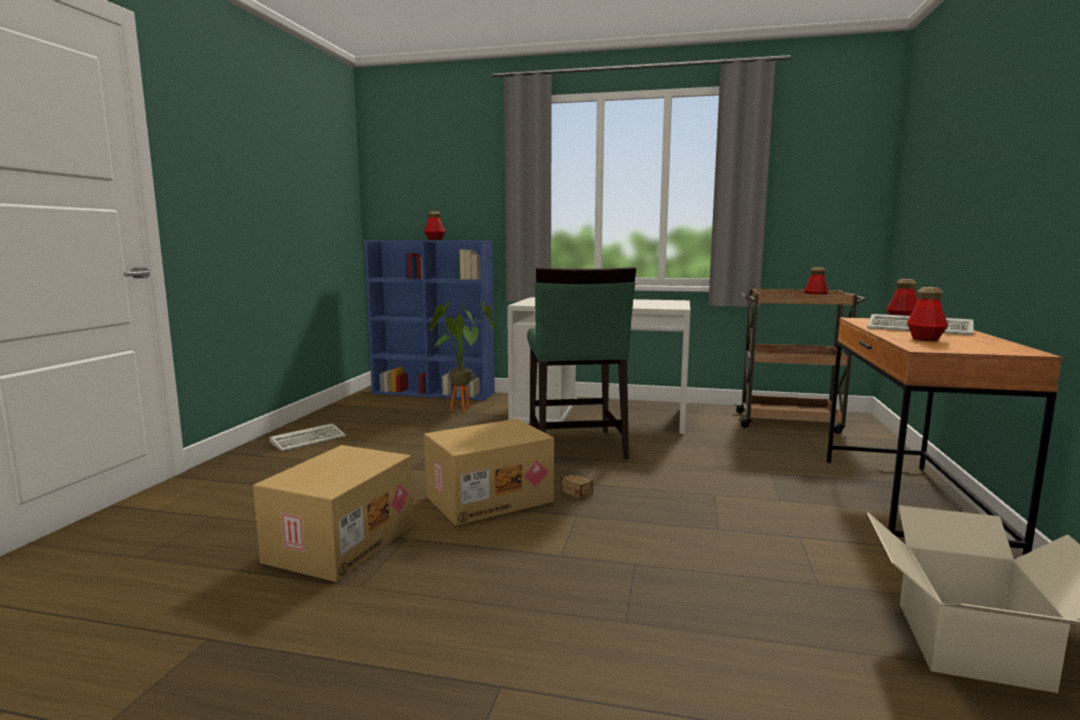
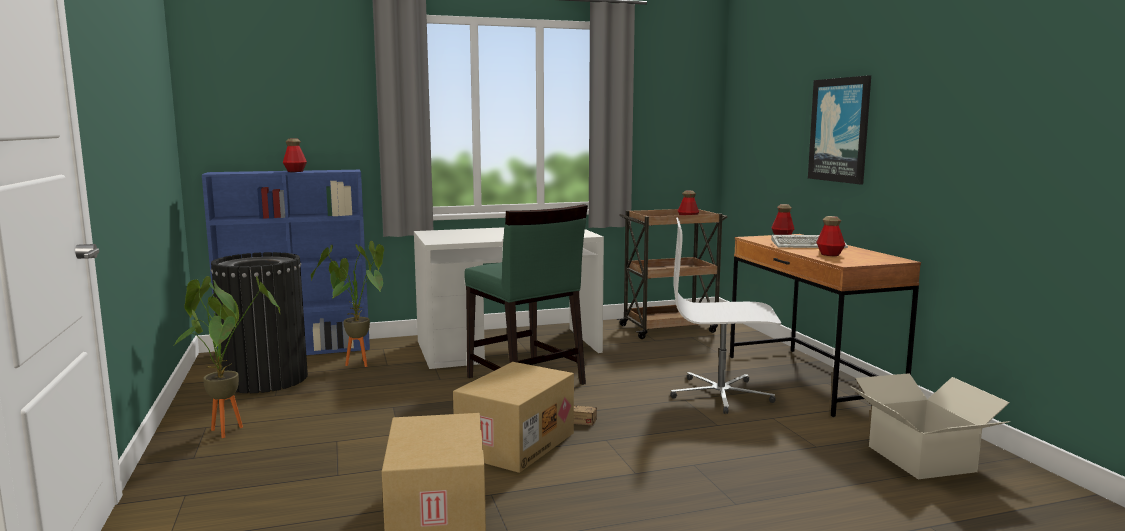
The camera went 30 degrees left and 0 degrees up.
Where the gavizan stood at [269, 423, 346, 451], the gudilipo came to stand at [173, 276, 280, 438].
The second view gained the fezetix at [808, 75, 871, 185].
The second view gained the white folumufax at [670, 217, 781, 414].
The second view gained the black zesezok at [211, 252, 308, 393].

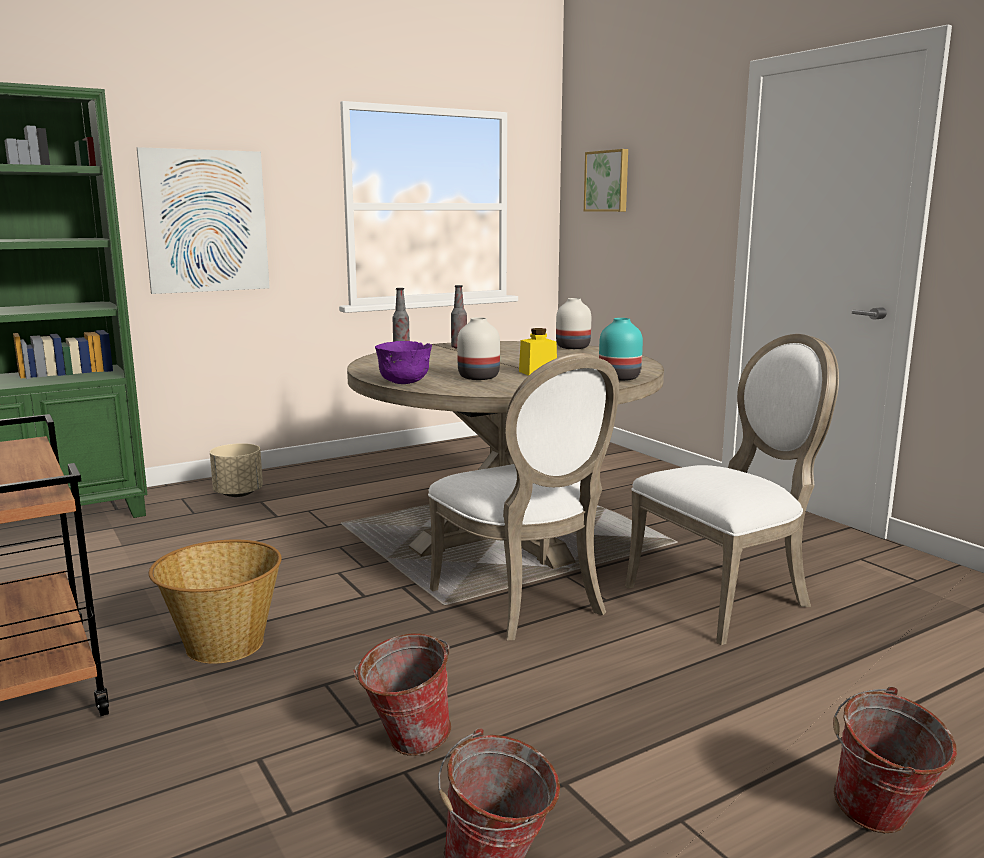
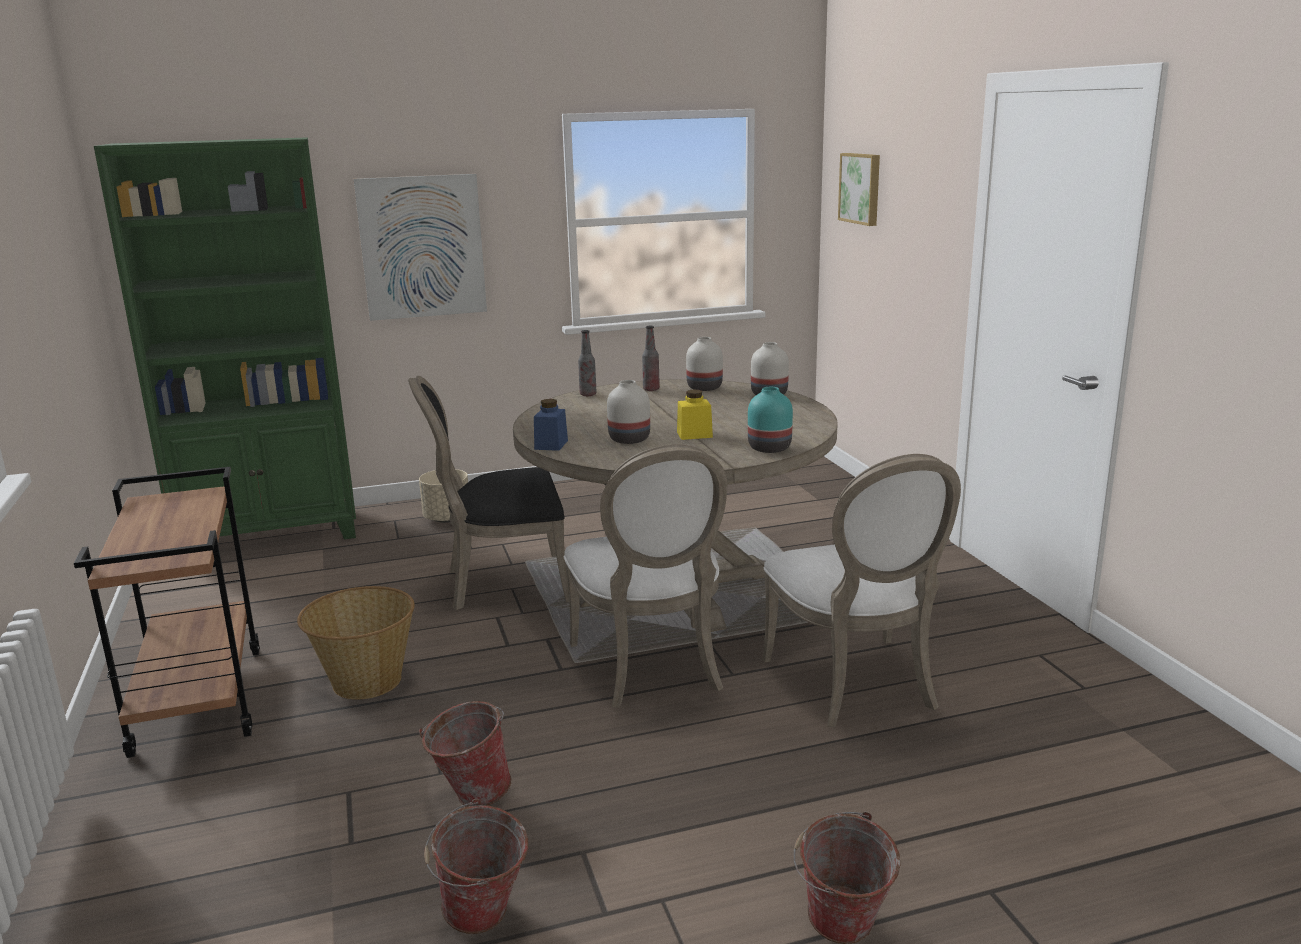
The camera went 15 degrees right and 5 degrees up.
The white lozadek at [625, 334, 839, 645] ended up facing another way, 90 degrees clockwise from before.
Where the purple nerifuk stood at [375, 341, 432, 384], the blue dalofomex came to stand at [534, 399, 568, 451].
The second view gained the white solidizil at [686, 337, 723, 391].
The second view gained the black lozadek at [408, 376, 569, 610].

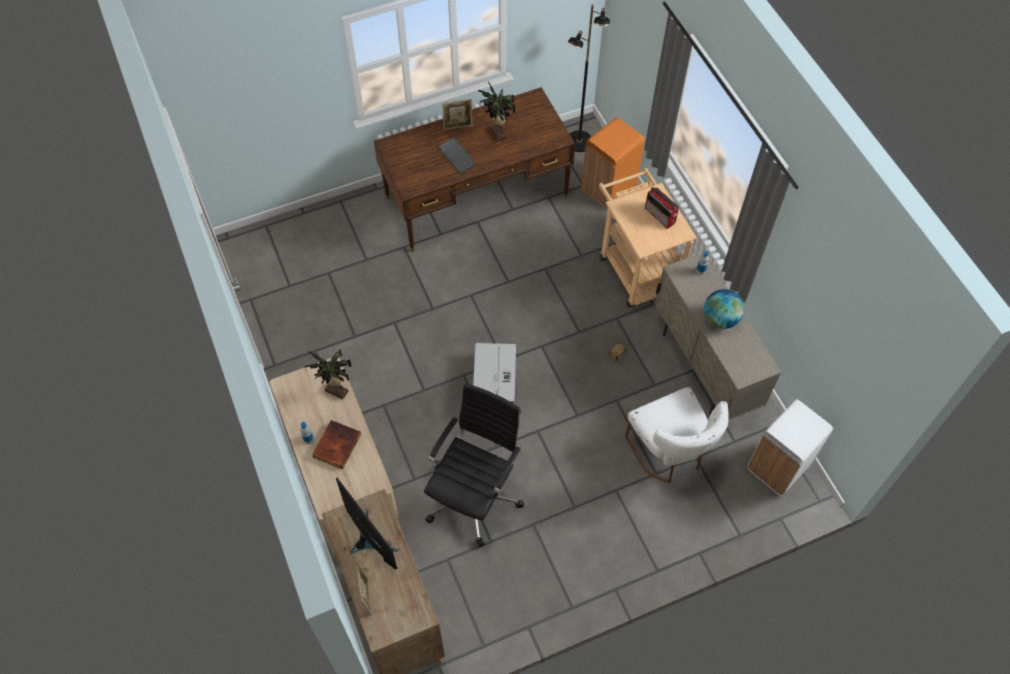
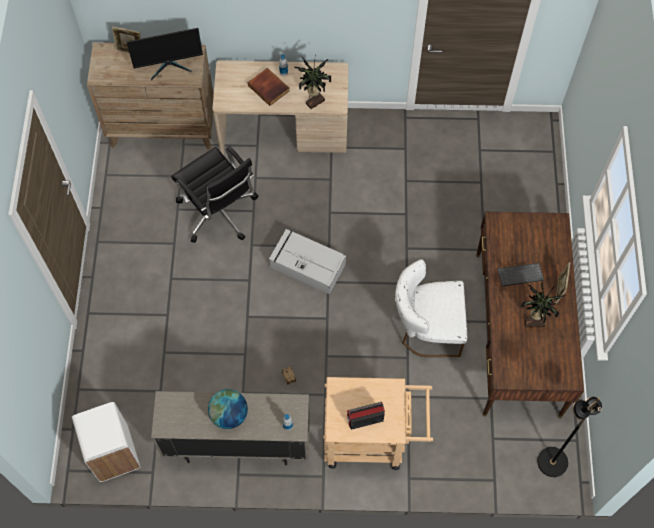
The camera went 115 degrees right and 5 degrees up.
The second view lost the orange zesezok at [581, 117, 645, 209].
The white lozadek ended up elsewhere, having gone from [625, 387, 729, 483] to [395, 259, 467, 357].

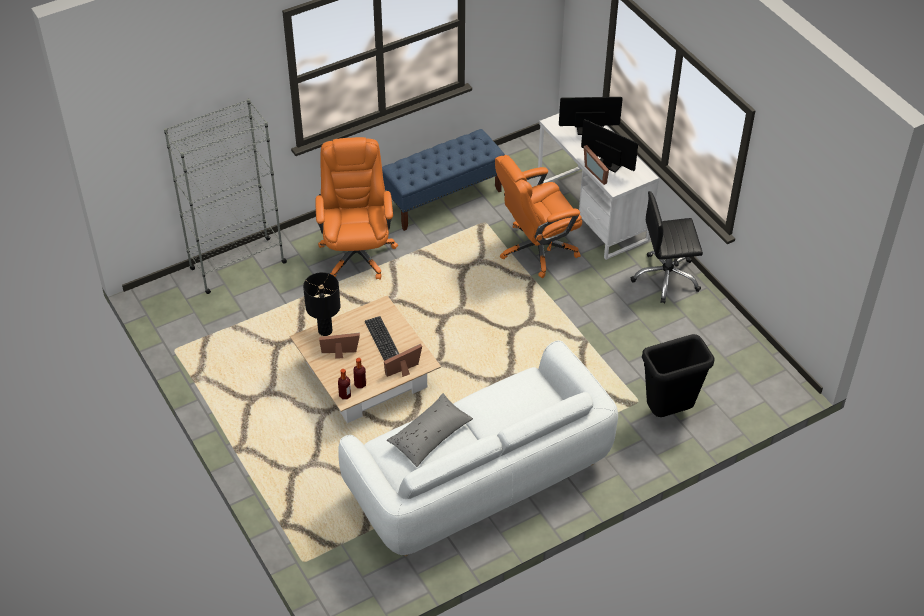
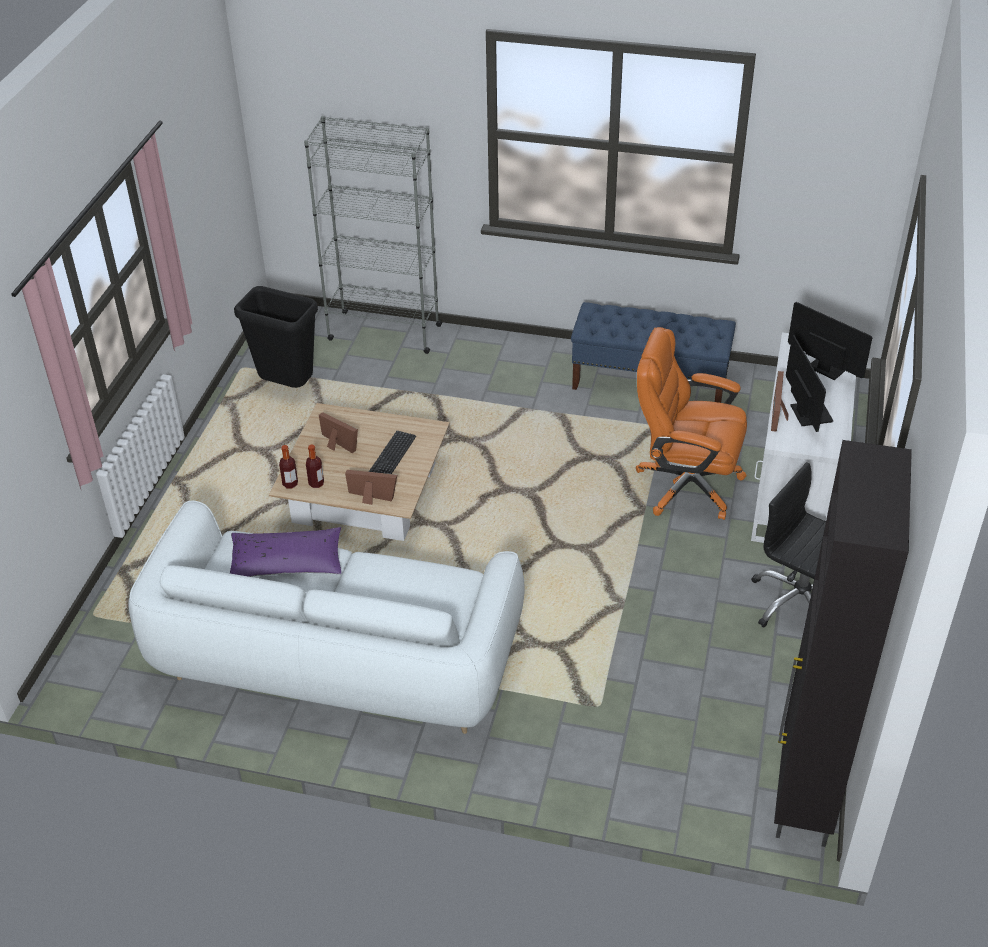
The camera went 45 degrees right and 5 degrees down.
The second view lost the orange folumufax at [315, 137, 398, 280].
The second view lost the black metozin at [303, 272, 341, 336].
The black zesezok ended up elsewhere, having gone from [642, 334, 715, 417] to [234, 286, 318, 388].
What was the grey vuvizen at [387, 393, 473, 467] turned into the purple vuvizen at [230, 527, 341, 577].
The second view gained the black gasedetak at [774, 440, 912, 847].

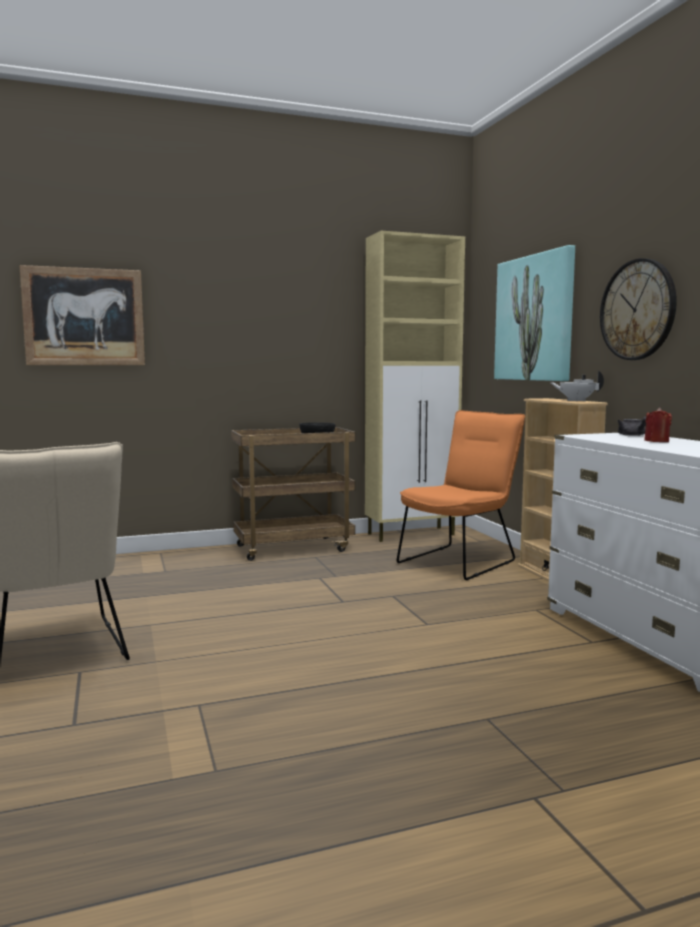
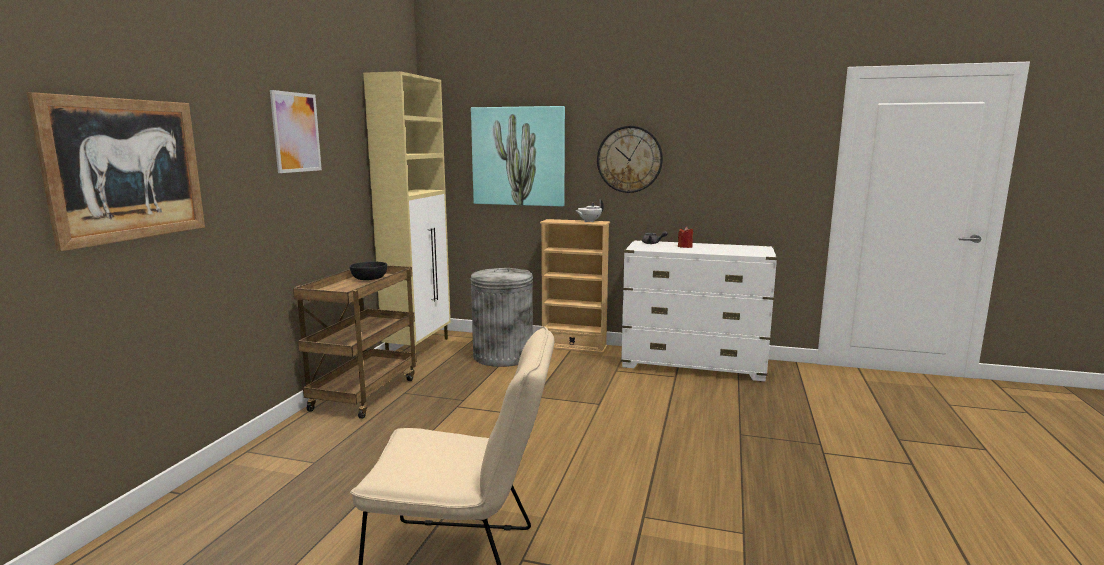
The camera went 55 degrees left and 5 degrees up.
Where the orange lozadek stood at [397, 410, 525, 580], the grey zesezok came to stand at [470, 268, 533, 367].
The second view gained the fezetix at [270, 90, 322, 173].

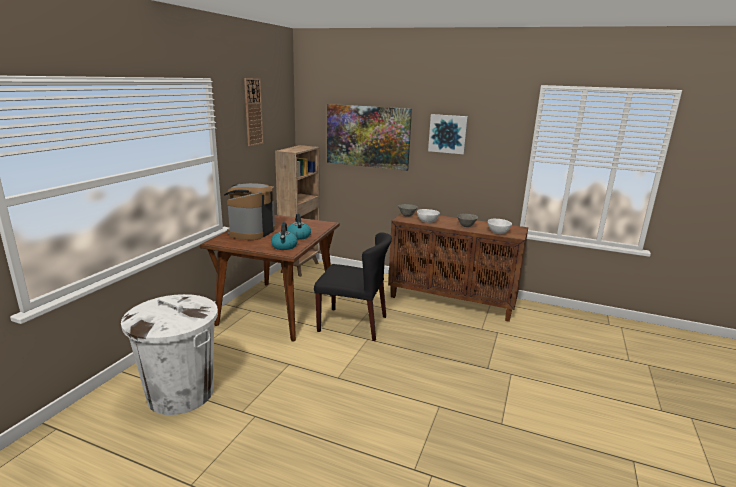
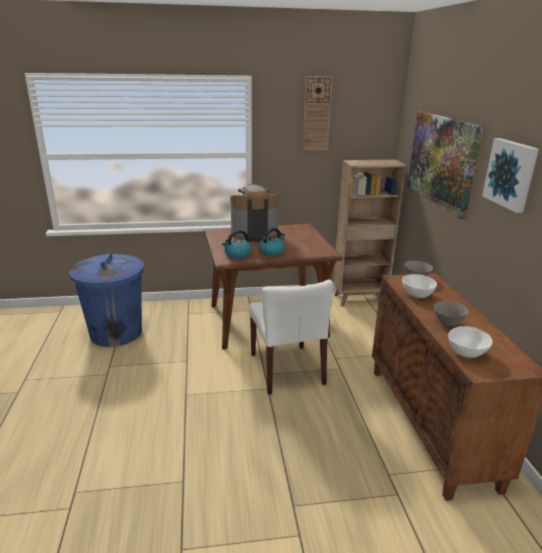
The camera went 60 degrees right and 5 degrees up.
What was the black lozadek at [314, 232, 392, 341] turned into the white lozadek at [249, 280, 333, 395].
What was the white zesezok at [121, 294, 218, 415] turned into the blue zesezok at [69, 254, 144, 347].

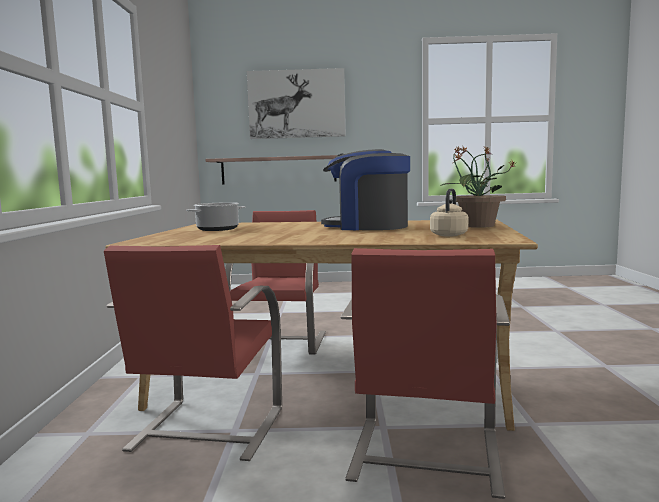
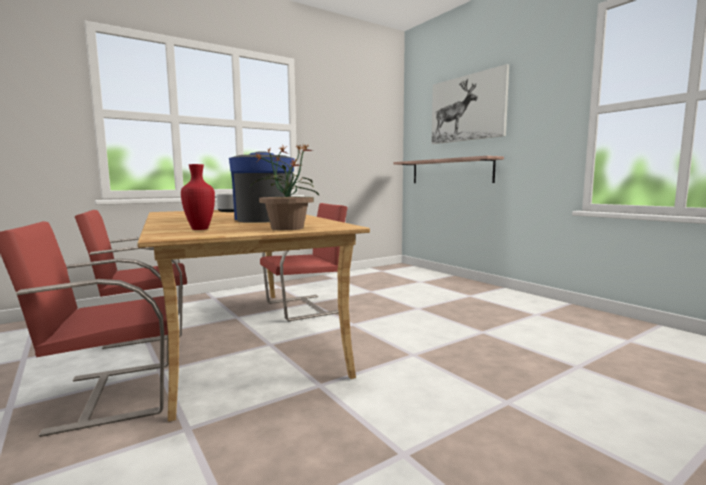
The camera went 55 degrees right and 0 degrees up.
Where the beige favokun stood at [430, 189, 468, 237], the red solidizil came to stand at [181, 164, 215, 230].

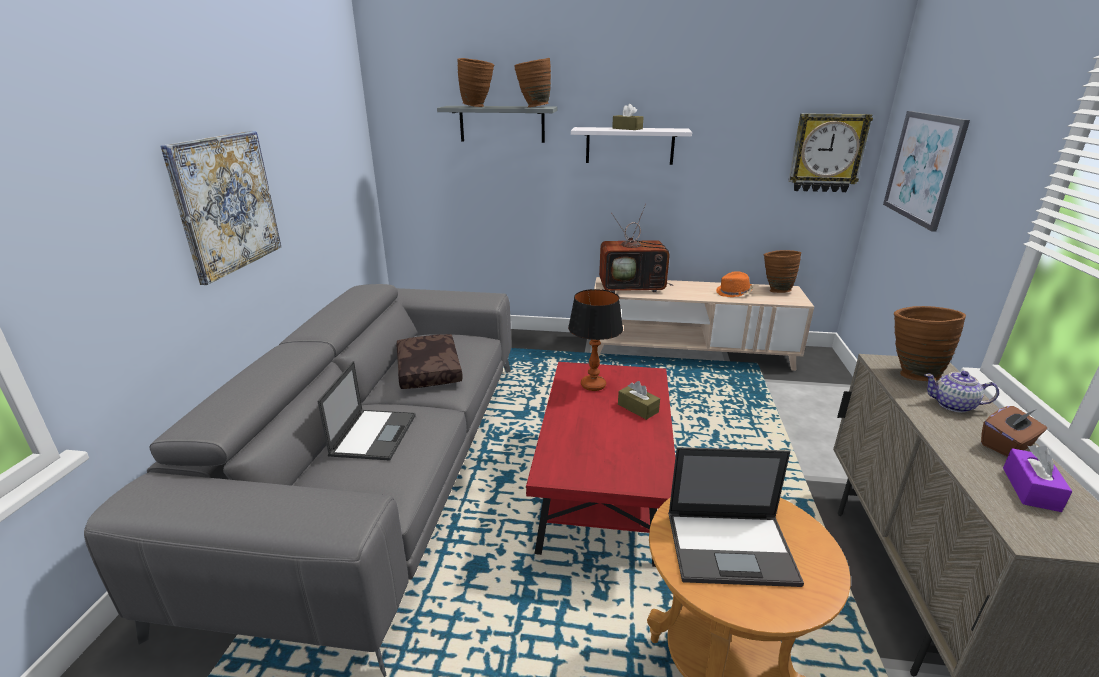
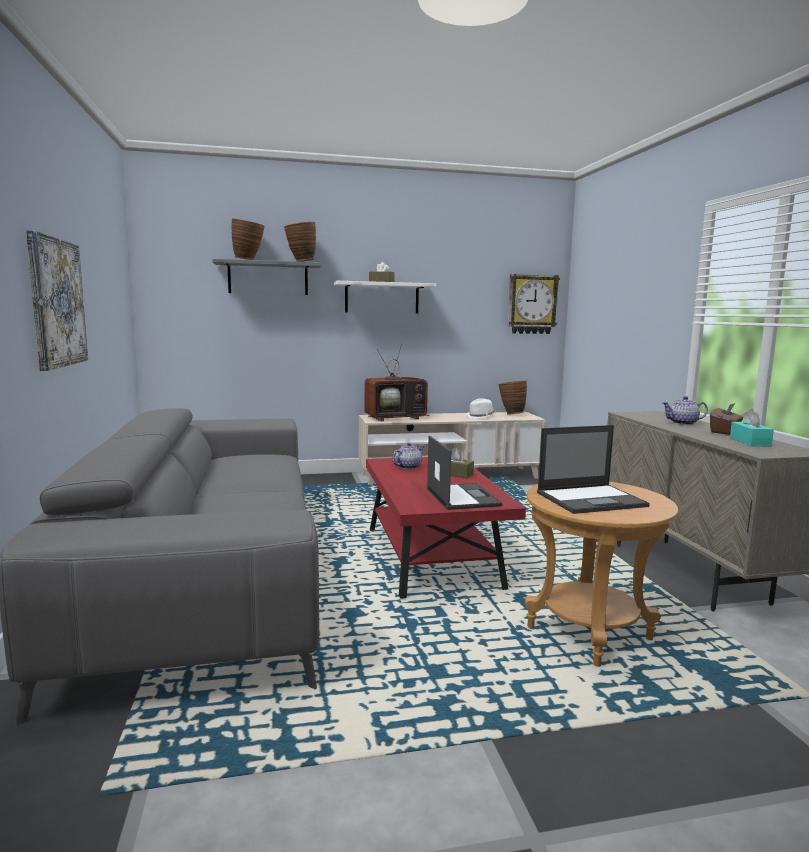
The camera went 20 degrees left and 15 degrees down.
The second view lost the fezetix at [883, 111, 970, 232].
What was the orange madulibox at [716, 271, 753, 297] turned into the white madulibox at [466, 398, 495, 419].
Where the metozin stood at [568, 289, 623, 391], the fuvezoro came to stand at [392, 443, 425, 469].
The second view lost the brown solidizil at [894, 306, 966, 381].
The second view lost the brown vuvizen at [397, 334, 463, 389].
The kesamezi ended up elsewhere, having gone from [317, 361, 415, 460] to [427, 436, 502, 510].
What was the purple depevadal at [1003, 445, 1073, 512] turned into the turquoise depevadal at [730, 409, 774, 447].

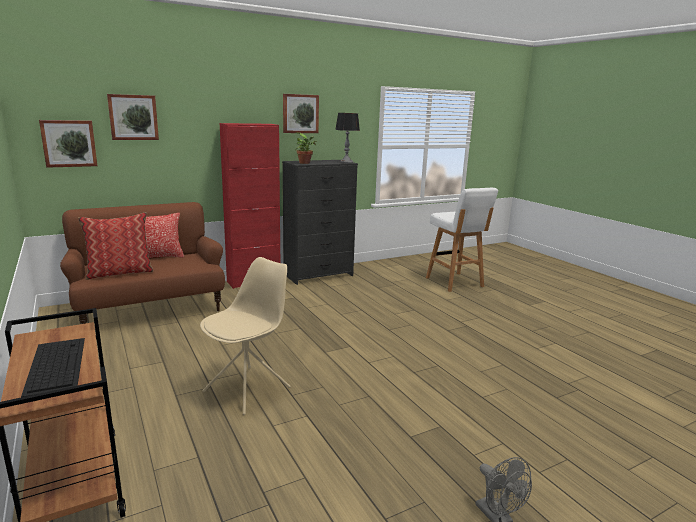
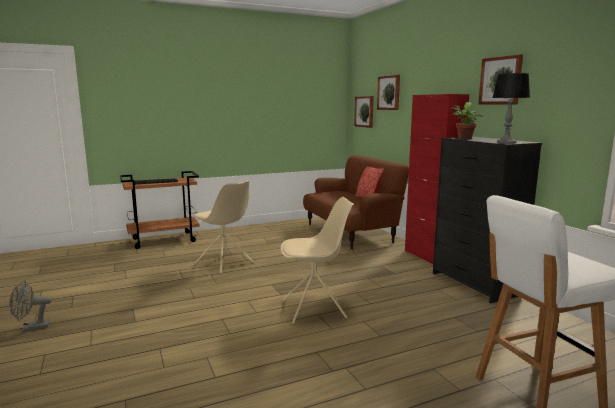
The camera went 95 degrees right and 5 degrees down.
The second view lost the vuvizen at [78, 212, 153, 280].
The second view gained the beige lozadek at [280, 197, 354, 324].

